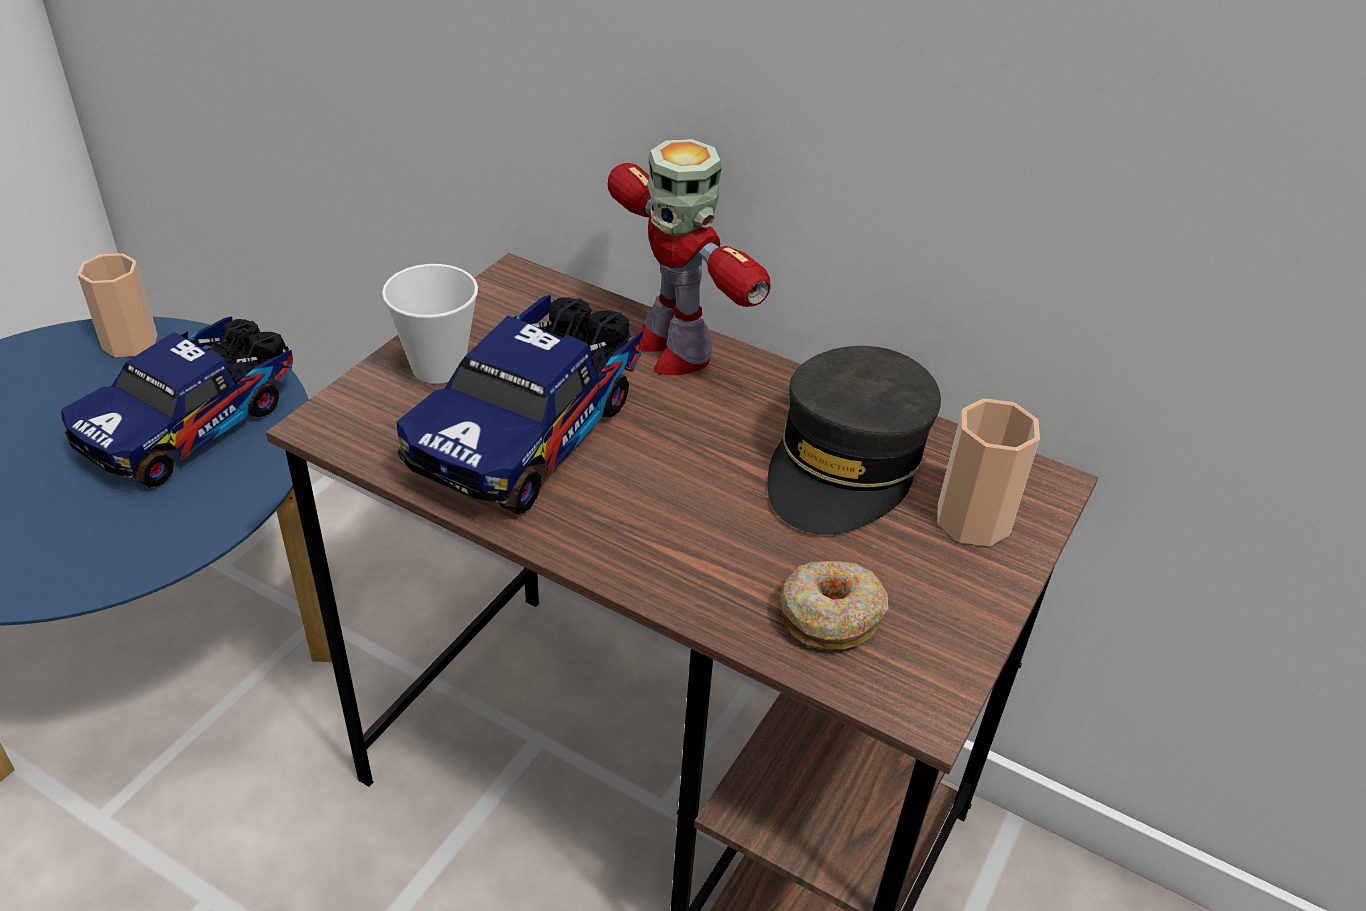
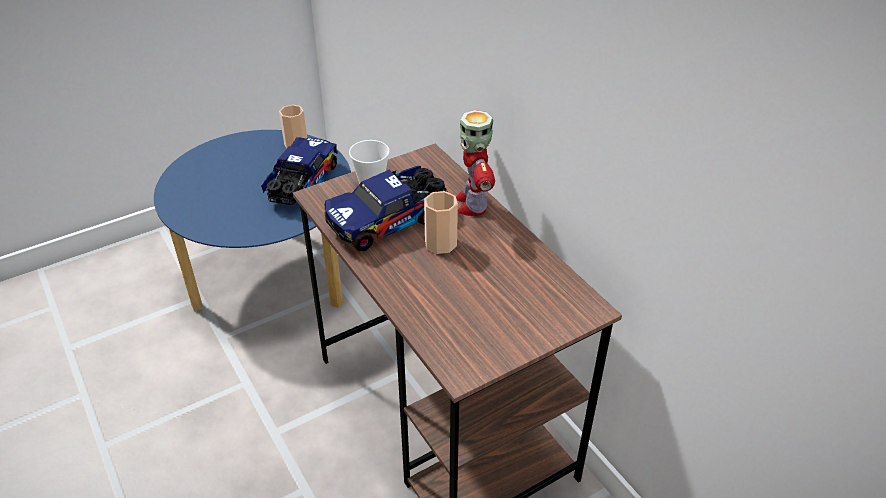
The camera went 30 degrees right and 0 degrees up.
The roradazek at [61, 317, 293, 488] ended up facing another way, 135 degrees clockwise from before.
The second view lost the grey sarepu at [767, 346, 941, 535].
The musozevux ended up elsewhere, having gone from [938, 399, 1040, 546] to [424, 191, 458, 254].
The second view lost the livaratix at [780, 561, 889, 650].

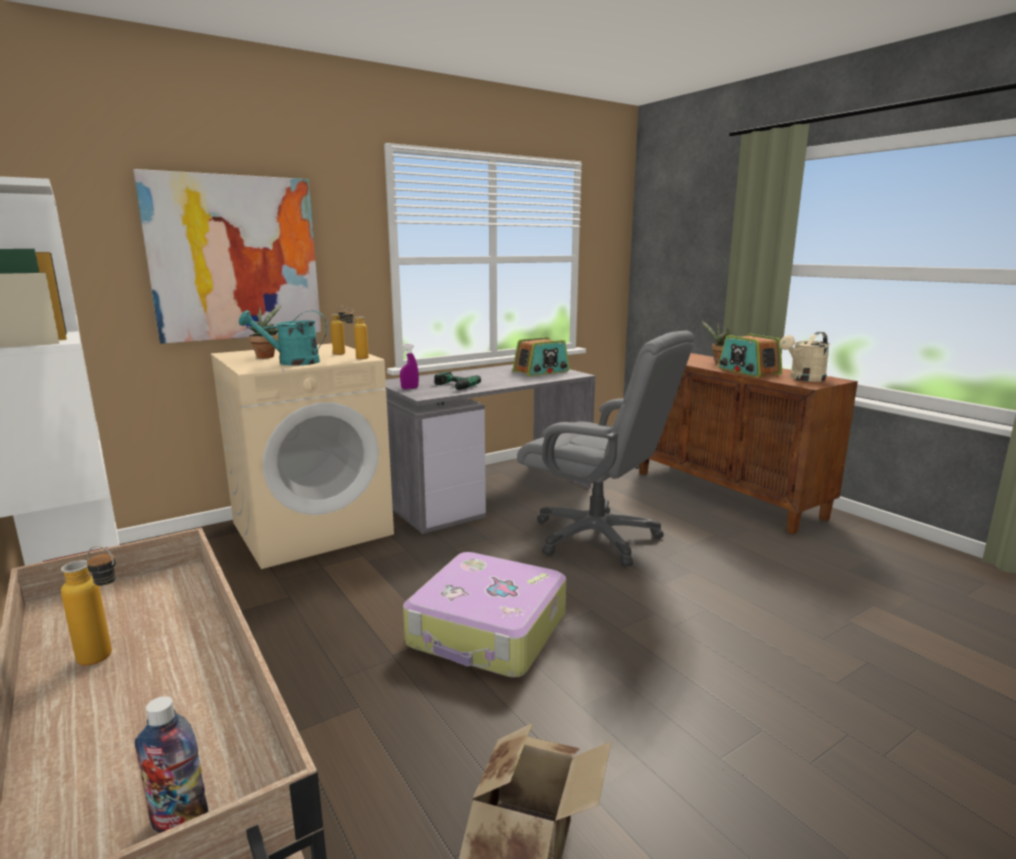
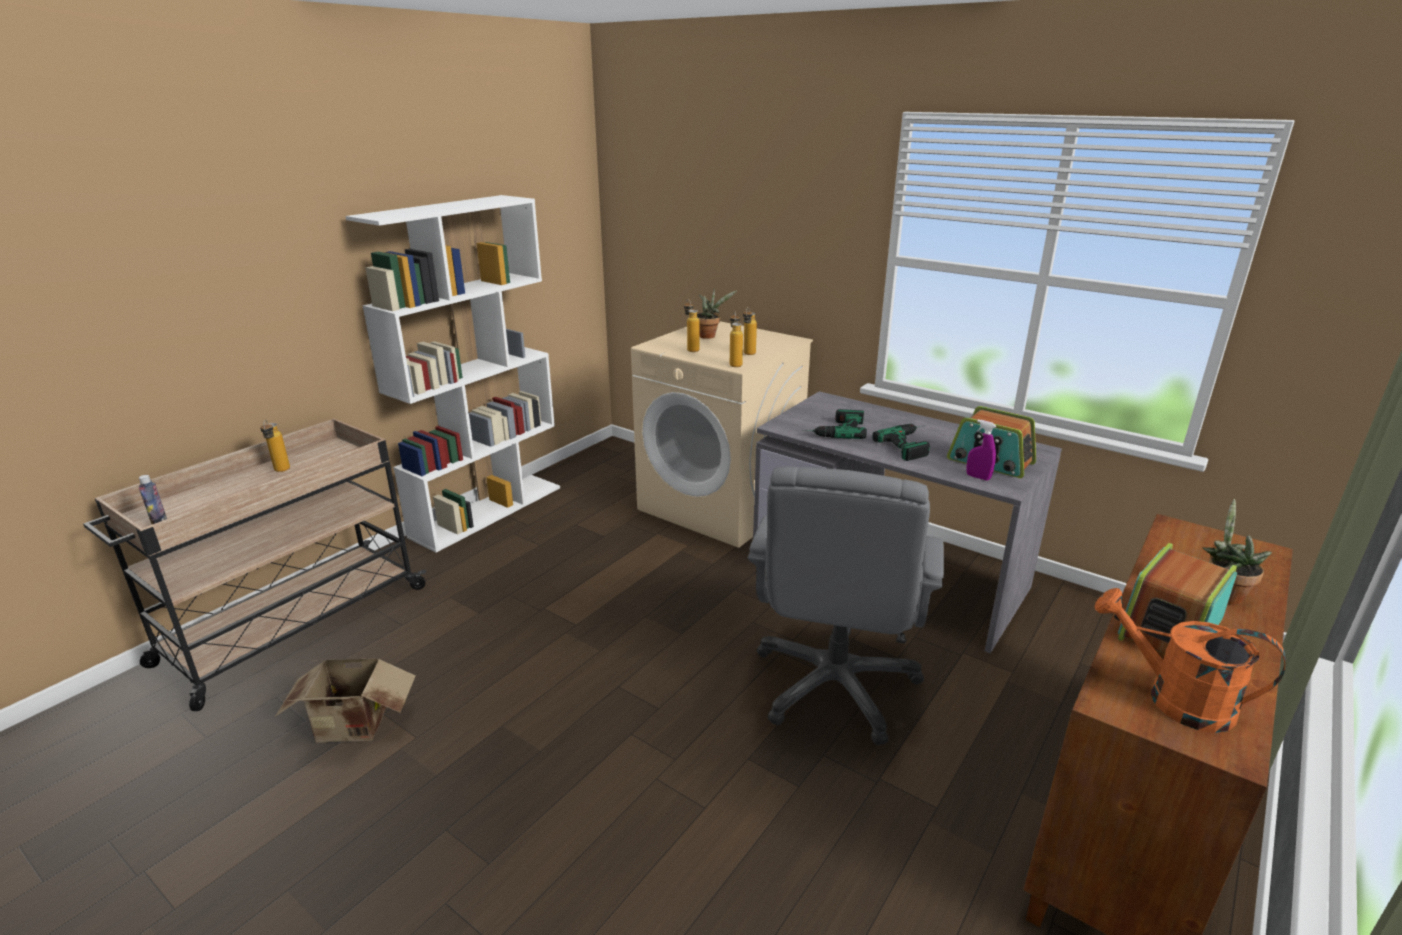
The camera went 70 degrees right and 10 degrees up.
The second view lost the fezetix at [133, 169, 321, 344].
Where the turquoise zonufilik stood at [239, 310, 327, 366], the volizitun came to stand at [684, 299, 699, 352].
What was the beige zonufilik at [779, 332, 830, 382] turned into the orange zonufilik at [1095, 588, 1286, 733].
The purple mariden ended up elsewhere, having gone from [400, 344, 419, 389] to [966, 420, 996, 481].
The second view lost the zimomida at [403, 552, 566, 678].
The second view gained the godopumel at [872, 424, 930, 461].

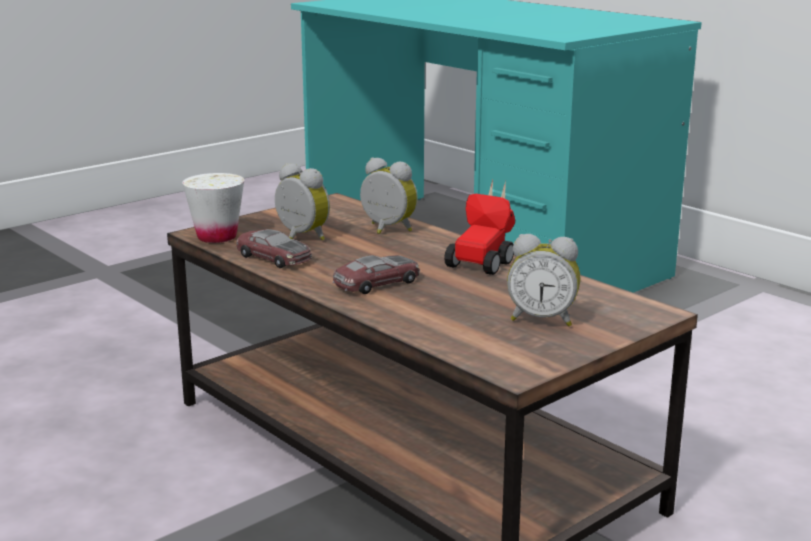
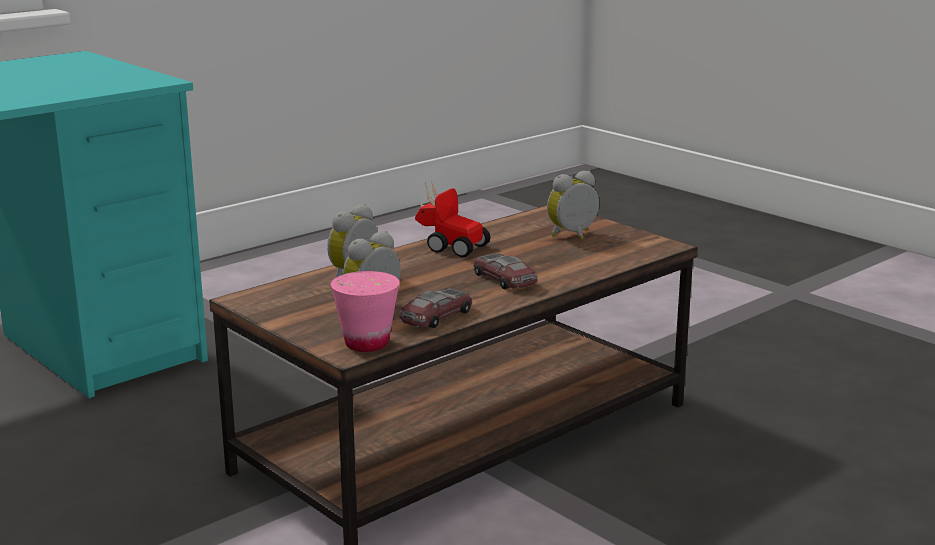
The camera went 90 degrees left and 0 degrees up.
What was the white musozevux at [182, 173, 244, 243] turned into the pink musozevux at [331, 271, 400, 352].
The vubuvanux at [507, 234, 581, 326] ended up facing another way, 135 degrees counterclockwise from before.

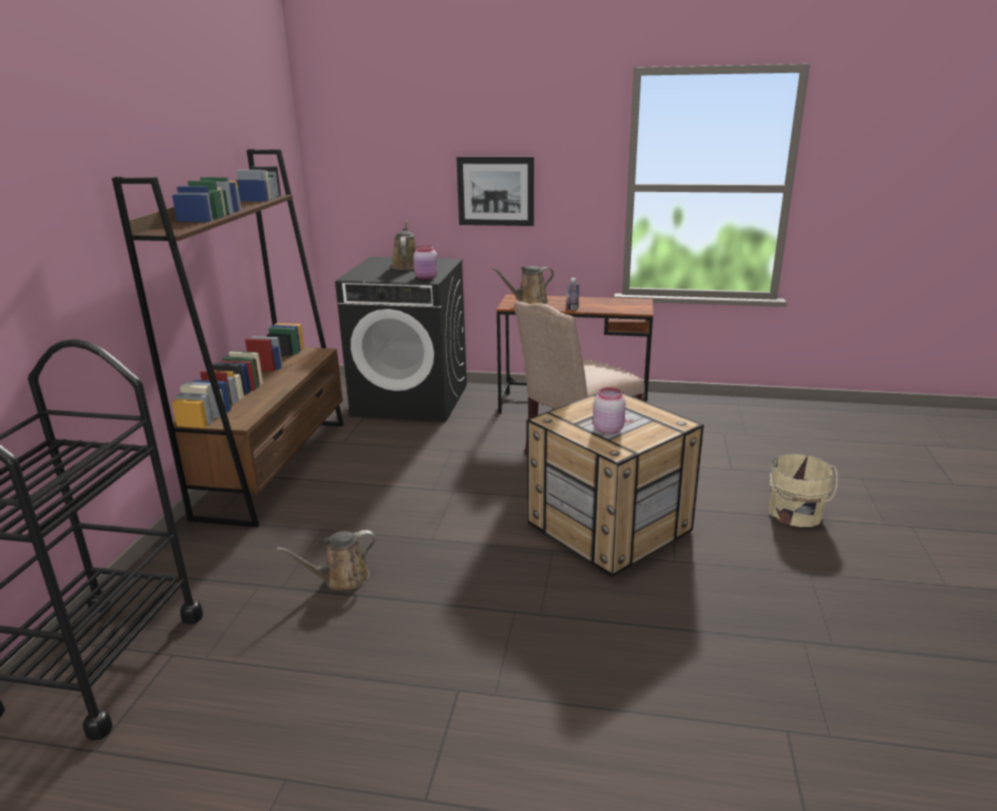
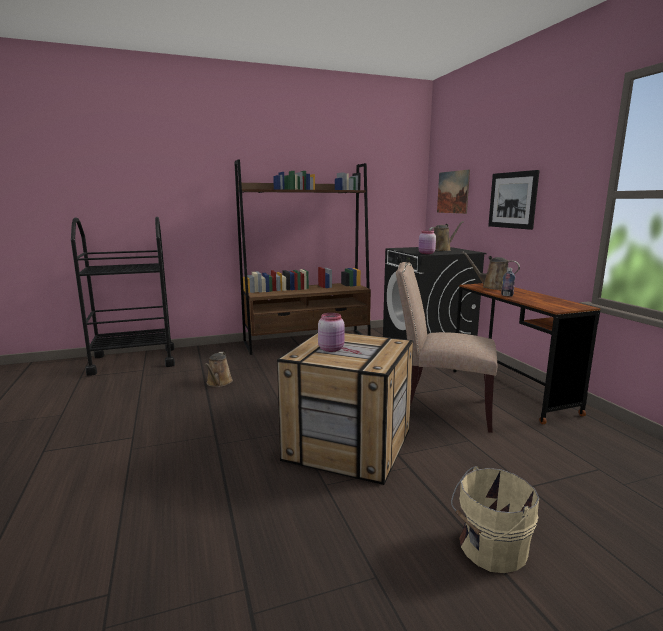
The camera went 60 degrees right and 10 degrees down.
The brown zonufilik at [276, 530, 376, 590] ended up facing another way, 120 degrees counterclockwise from before.
The second view gained the fezetix at [437, 169, 470, 214].

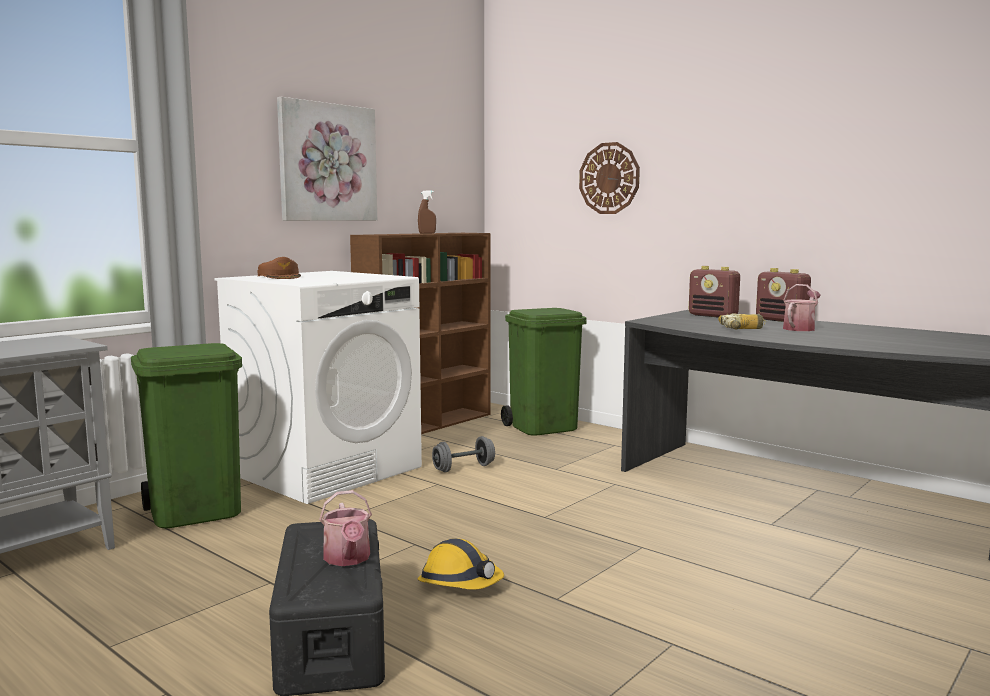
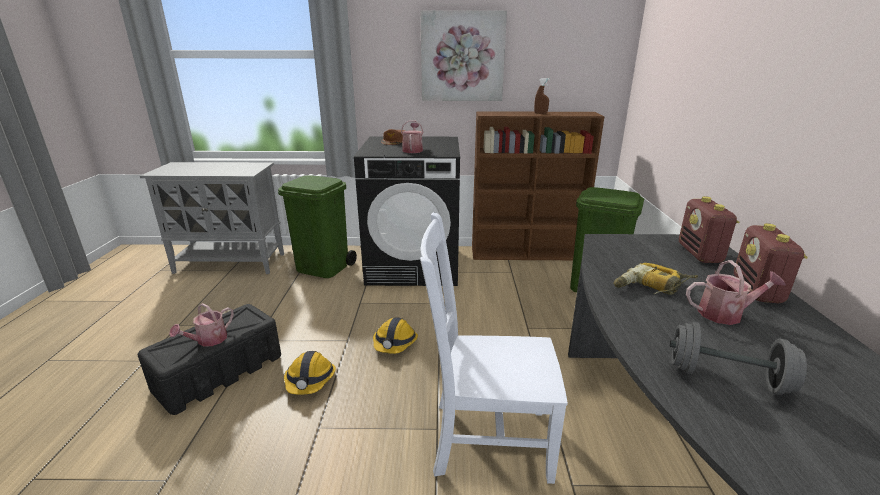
The camera went 50 degrees right and 15 degrees up.
The second view lost the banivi at [579, 142, 640, 214].
What was the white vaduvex at [214, 271, 422, 504] turned into the black vaduvex at [354, 136, 460, 286].
The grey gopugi ended up elsewhere, having gone from [432, 436, 495, 472] to [670, 321, 807, 395].
The second view gained the zonufilik at [401, 120, 424, 153].
The second view gained the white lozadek at [420, 212, 568, 484].
The second view gained the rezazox at [373, 317, 418, 354].

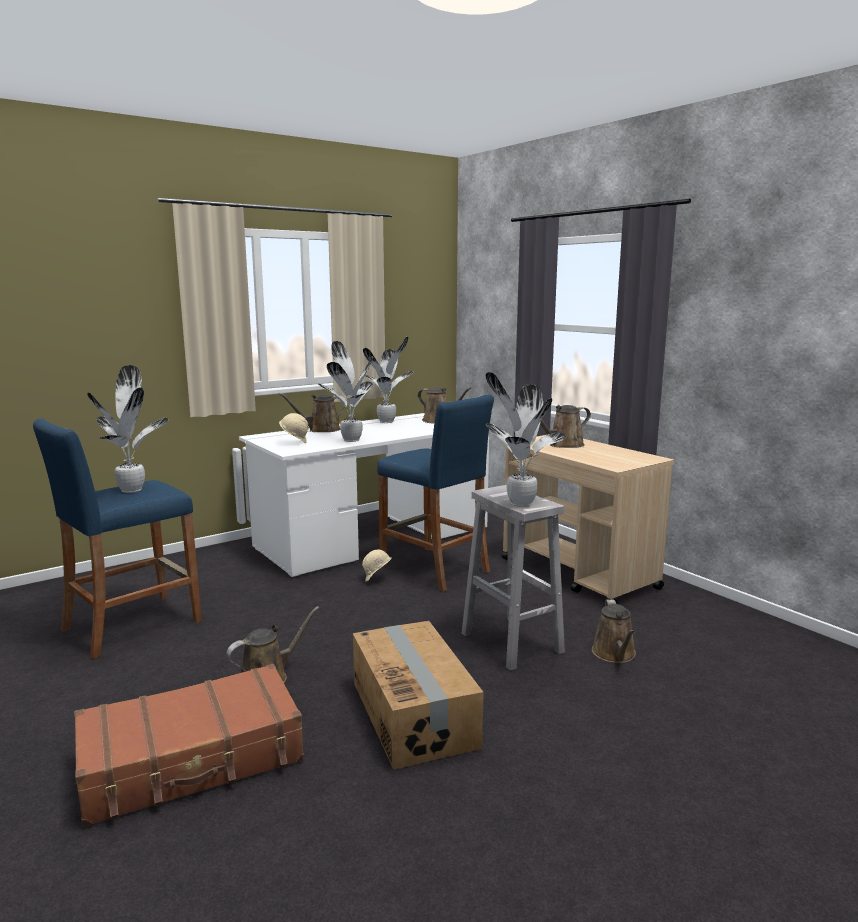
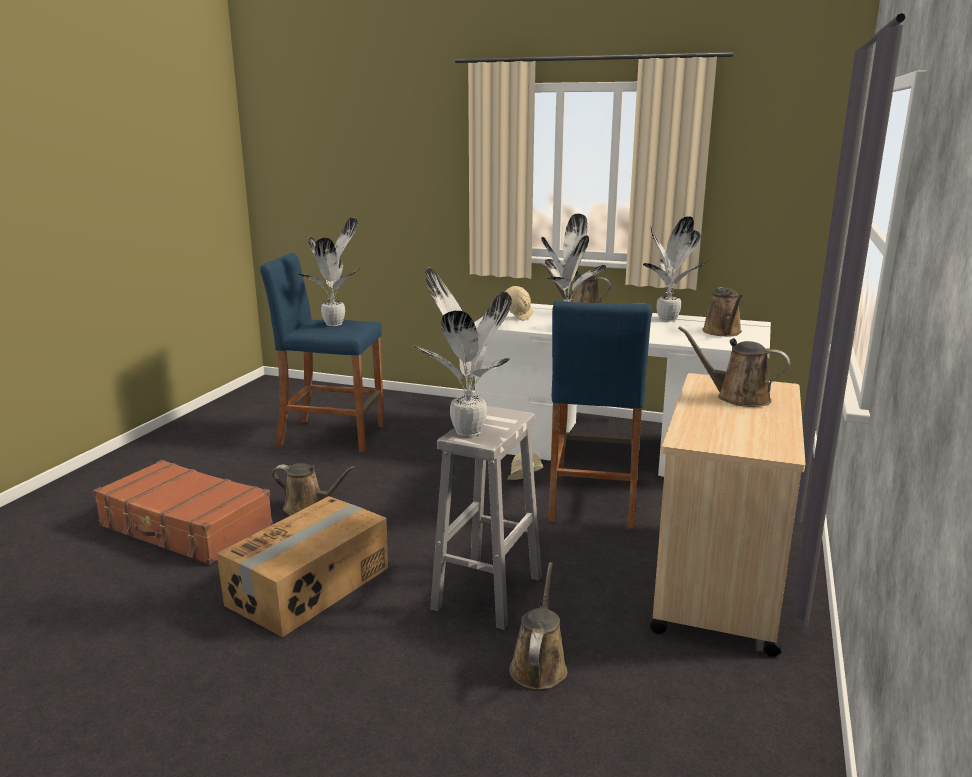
The camera went 55 degrees right and 5 degrees up.
The brown zonufilik at [592, 599, 636, 663] ended up facing another way, 135 degrees clockwise from before.

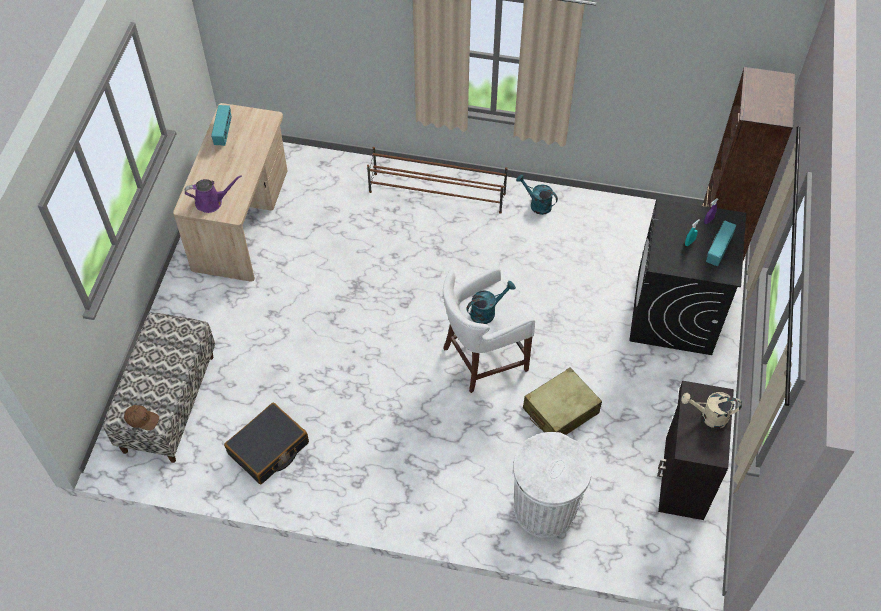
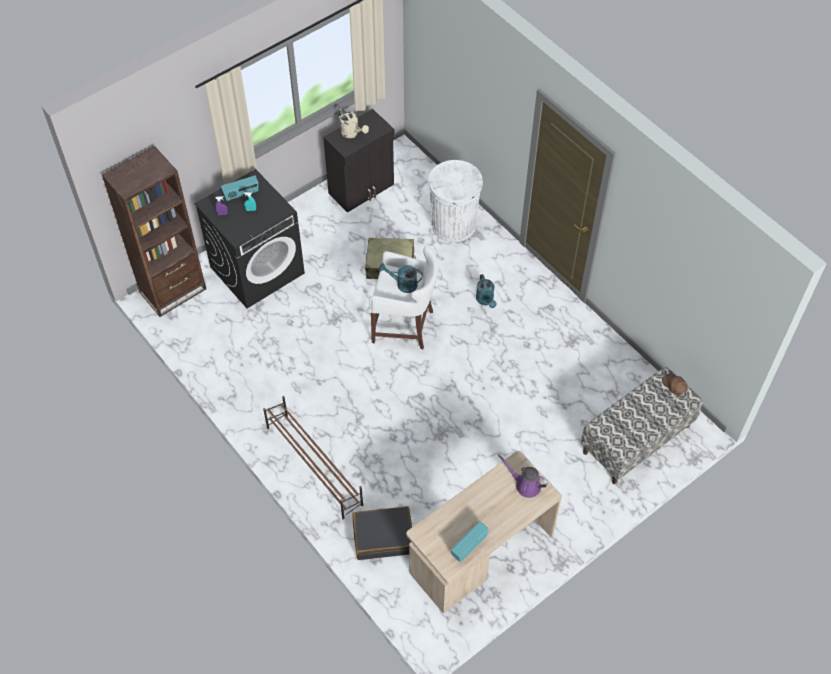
The camera went 140 degrees left and 0 degrees up.
The turquoise zonufilik ended up elsewhere, having gone from [516, 174, 558, 215] to [476, 274, 497, 308].
The black zimomida ended up elsewhere, having gone from [224, 403, 309, 484] to [352, 506, 412, 560].

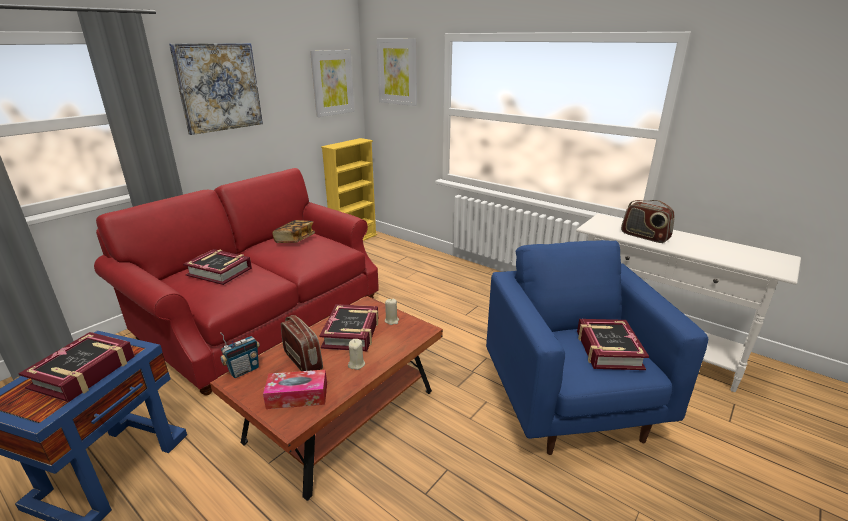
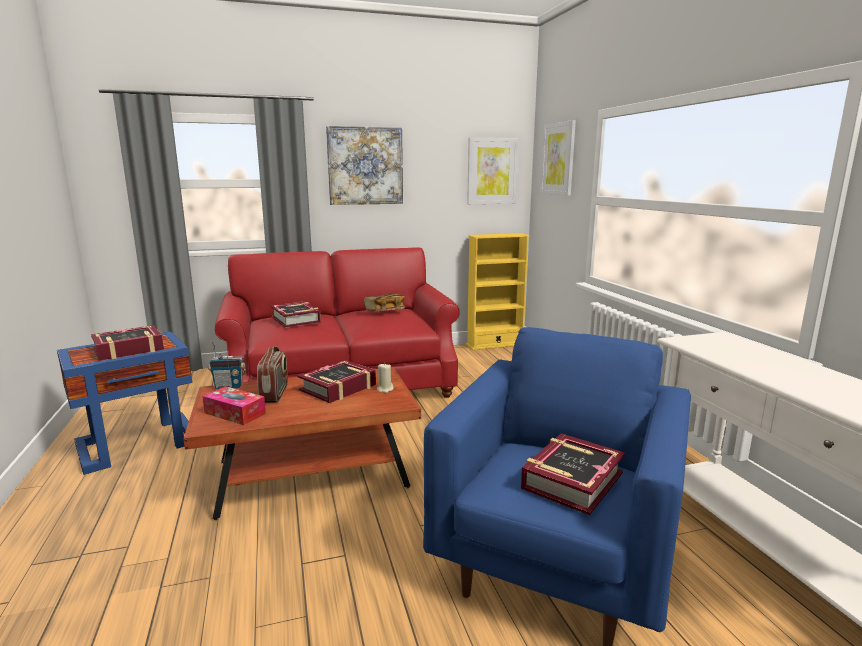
The camera went 35 degrees right and 10 degrees down.
The second view lost the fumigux at [621, 200, 675, 243].
The second view lost the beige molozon at [348, 339, 365, 370].

